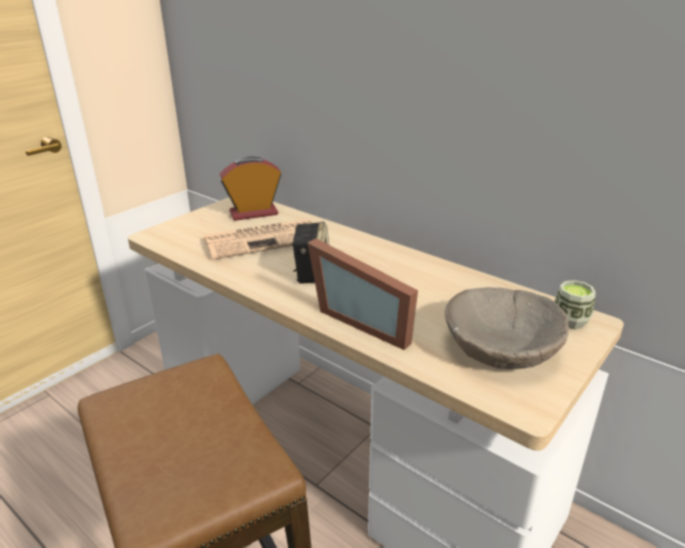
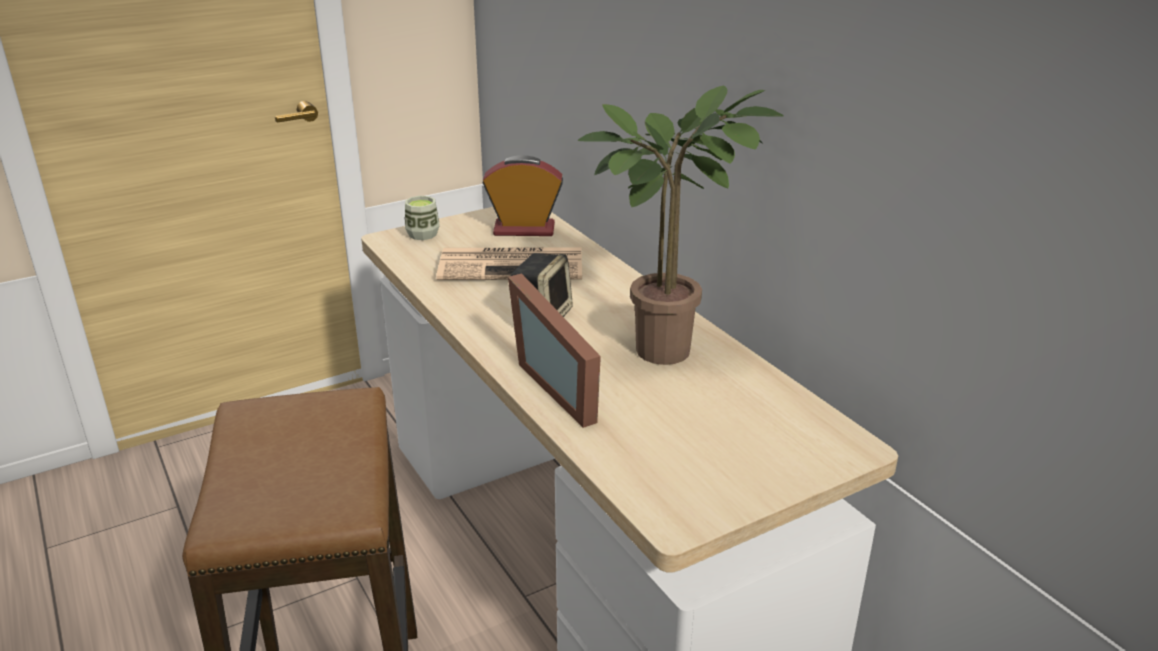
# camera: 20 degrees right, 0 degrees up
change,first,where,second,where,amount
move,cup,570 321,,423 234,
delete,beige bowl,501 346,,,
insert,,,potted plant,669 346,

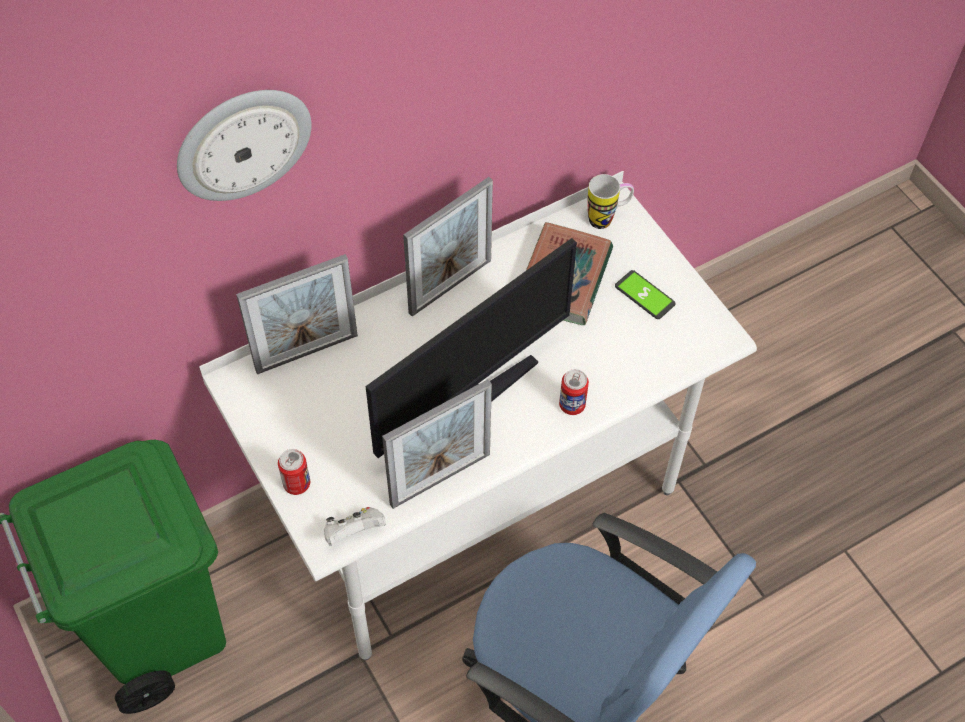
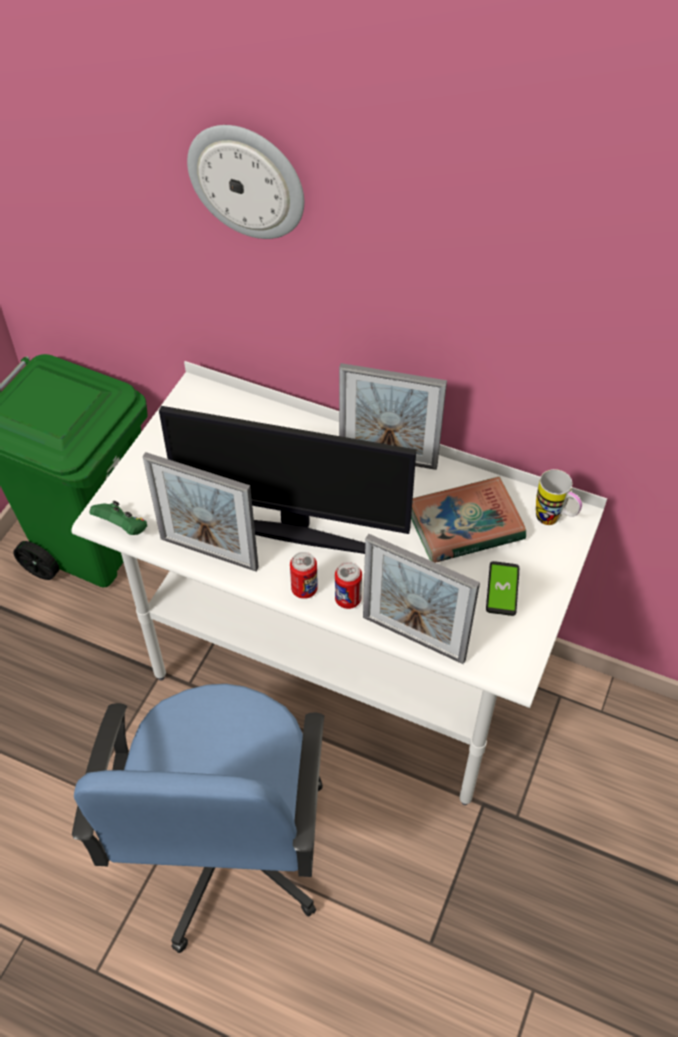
# camera: 55 degrees right, 5 degrees down
change,first,where,second,where,amount
move,picture frame,306 353,,413 638,
move,can,297 484,,304 589,
recolor,white game controller,354 532,green game controller,123 528,

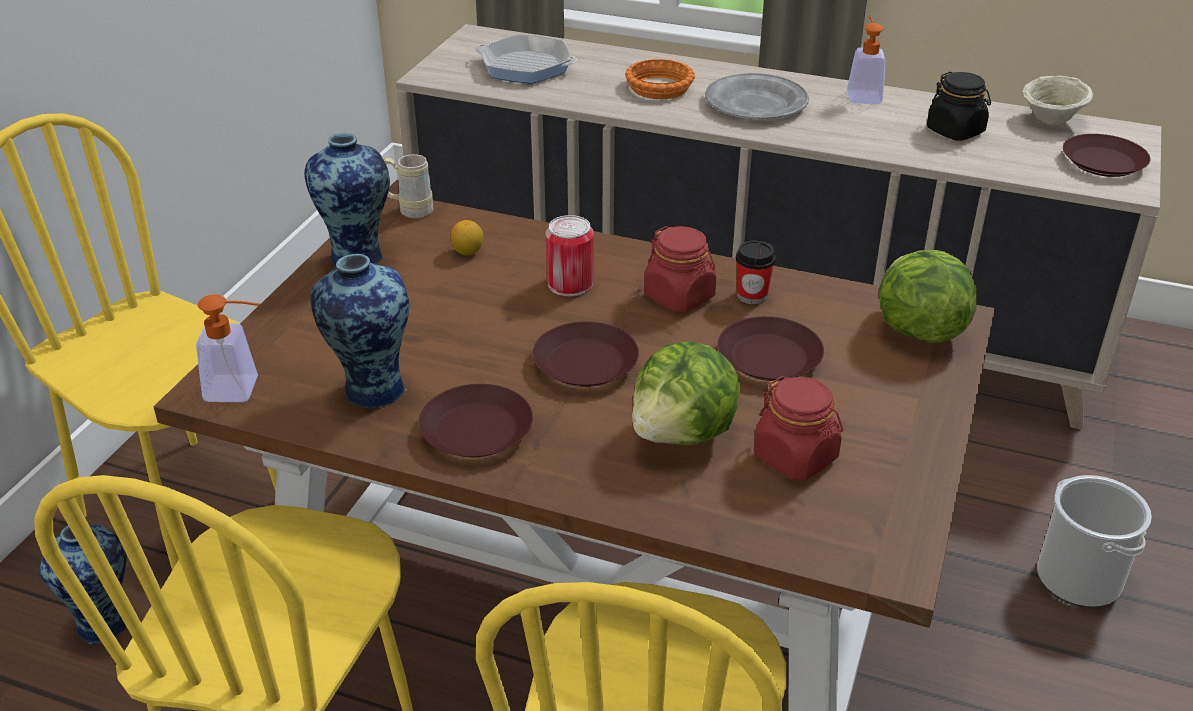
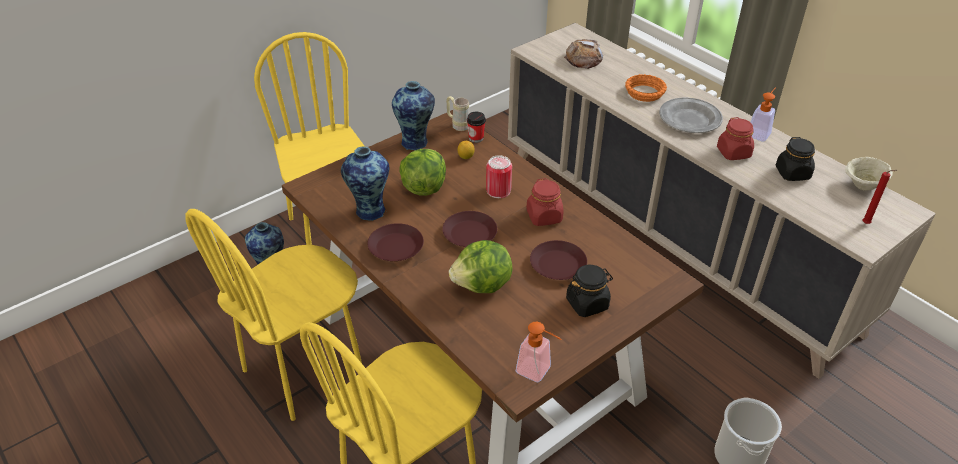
# camera: 30 degrees right, 5 degrees up
change,first,where,second,where,amount
replace,frying pan,526 67,bread,584 59,
replace,brown plate,1104 163,red candle,867 224,
move,cup,752 296,,476 138,
move,lettuce,917 330,,424 187,
move,soap dispenser,242 389,,538 372,
move,red jar,796 457,,733 153,
insert,,,black jar,587 303,

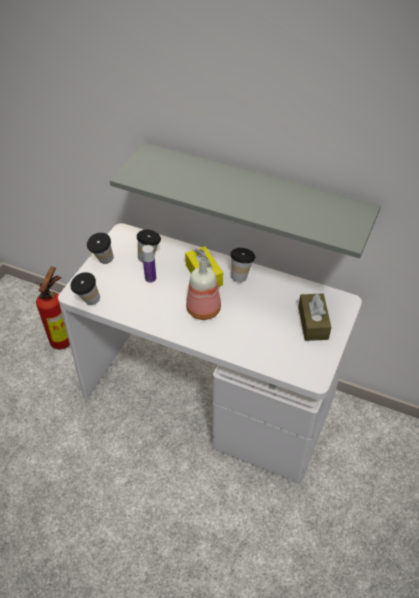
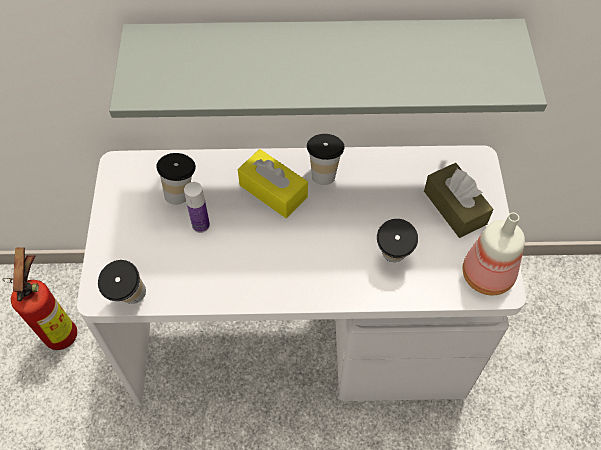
# camera: 25 degrees left, 10 degrees up
change,first,where,second,where,amount
move,cup,102 262,,392 259,
move,bottle,204 310,,488 274,

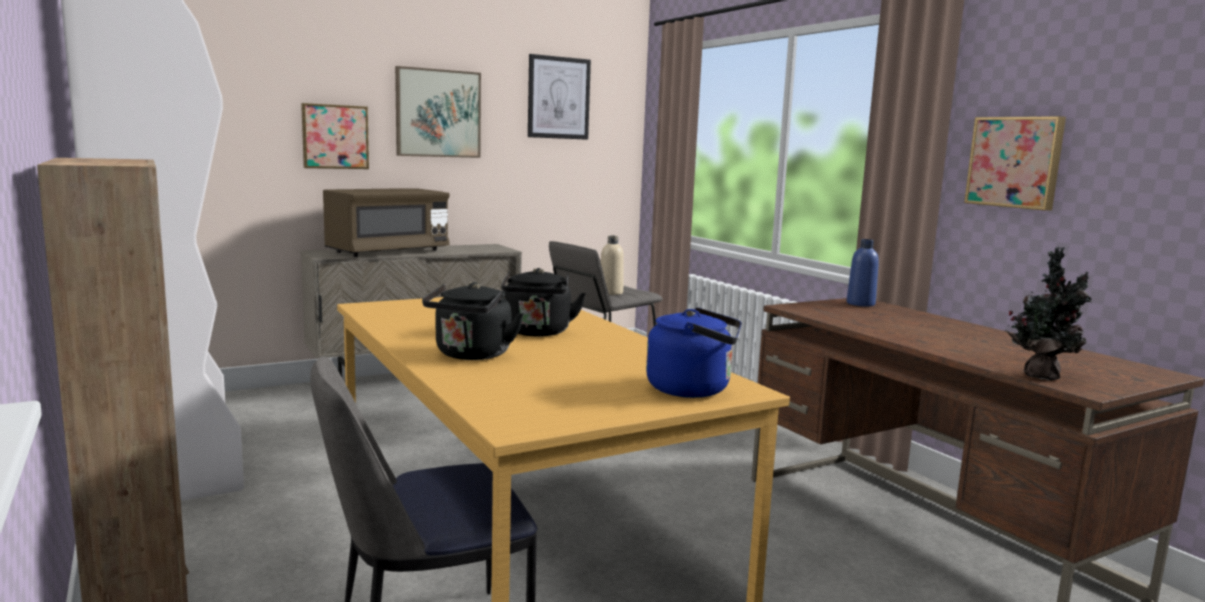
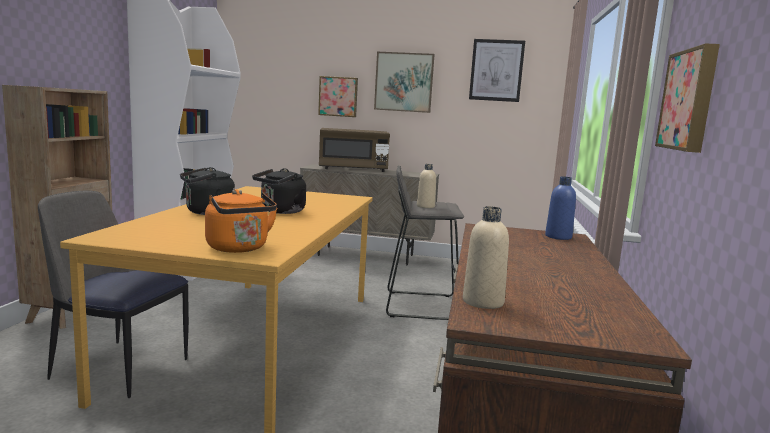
# camera: 40 degrees right, 0 degrees up
change,first,where,second,where,amount
replace,potted plant,1041 376,beige bottle,483 302,
recolor,blue kettle,693 389,orange kettle,239 248,

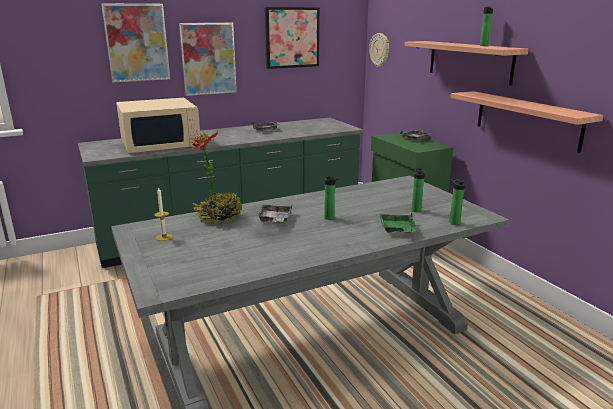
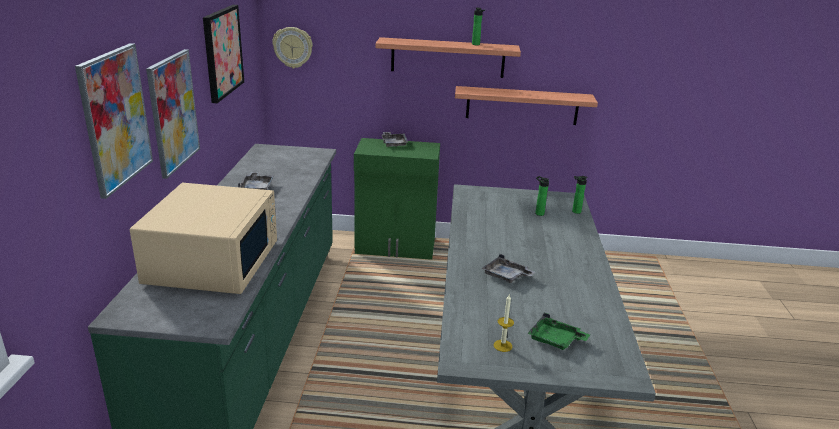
# camera: 60 degrees left, 5 degrees up
change,first,where,second,where,amount
delete,potted plant,219 217,,,
delete,bottle,330 218,,,
move,green tray,397 229,,555 340,

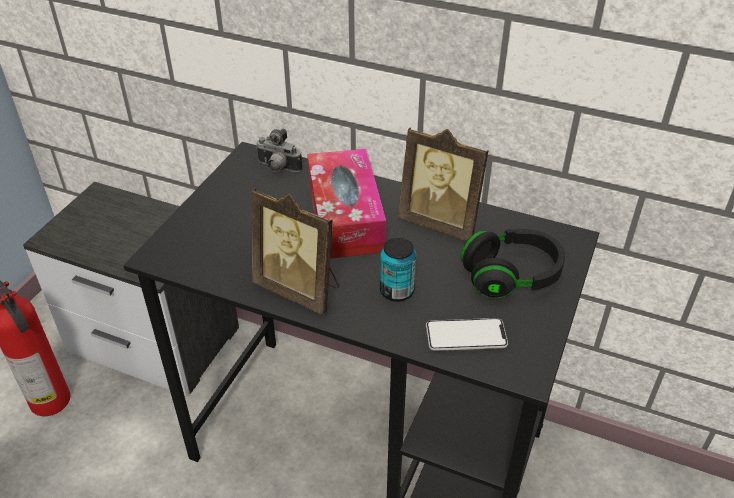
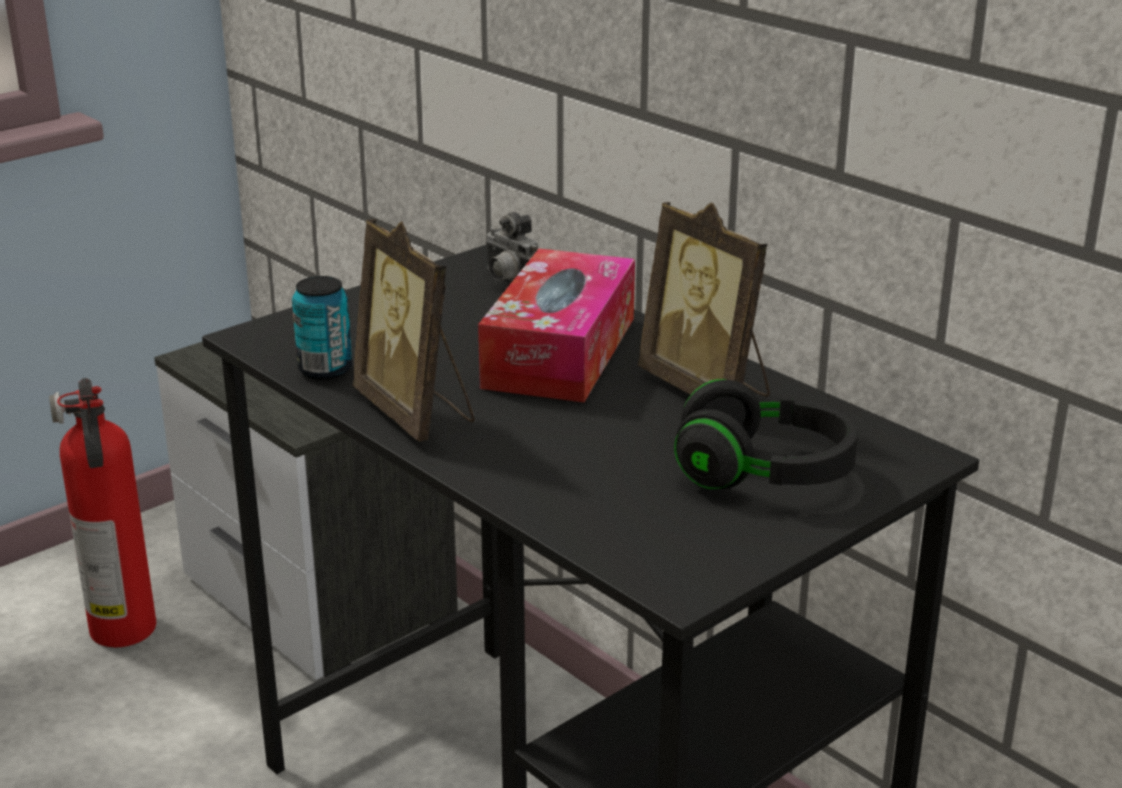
# camera: 25 degrees right, 15 degrees down
change,first,where,second,where,amount
move,can,396 291,,325 370,
delete,phone,466 336,,,

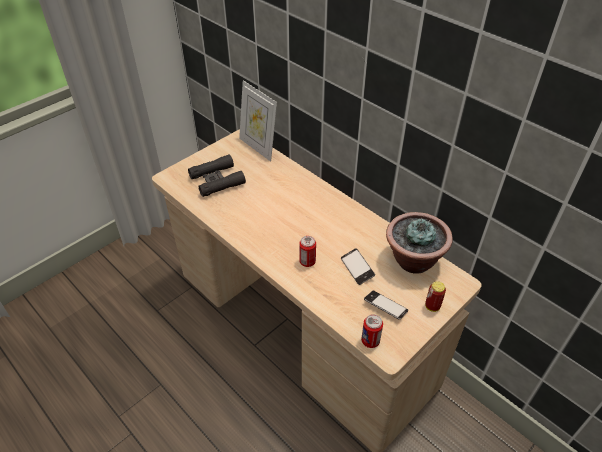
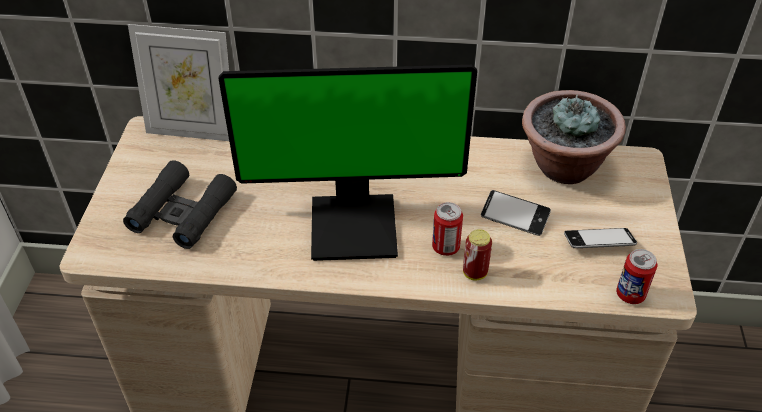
# camera: 40 degrees left, 0 degrees up
change,first,where,second,where,amount
move,can,432 306,,475 273,
insert,,,monitor,355 224,

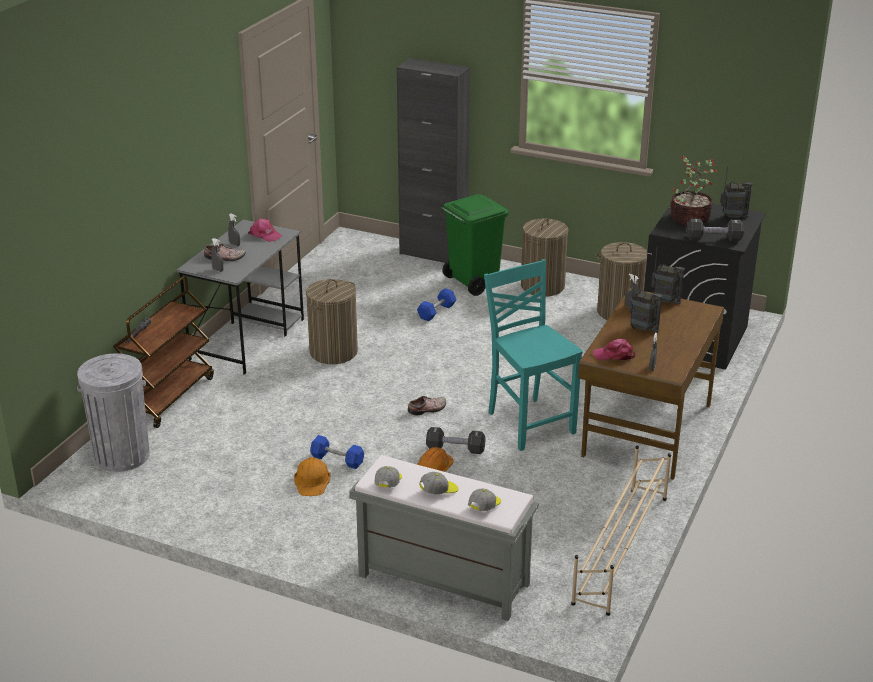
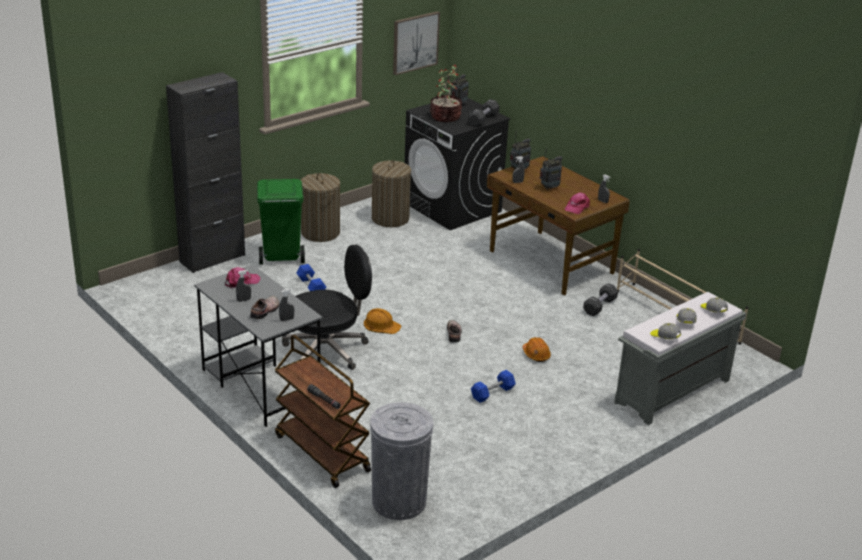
# camera: 65 degrees left, 0 degrees up
change,first,where,second,where,amount
delete,turquoise chair,529 422,,,
replace,laundry basket,333 352,black office chair,327 350,
move,black dumbbell,455 449,,599 306,
move,orange hard hat,312 481,,381 325,
insert,,,picture,415 42,

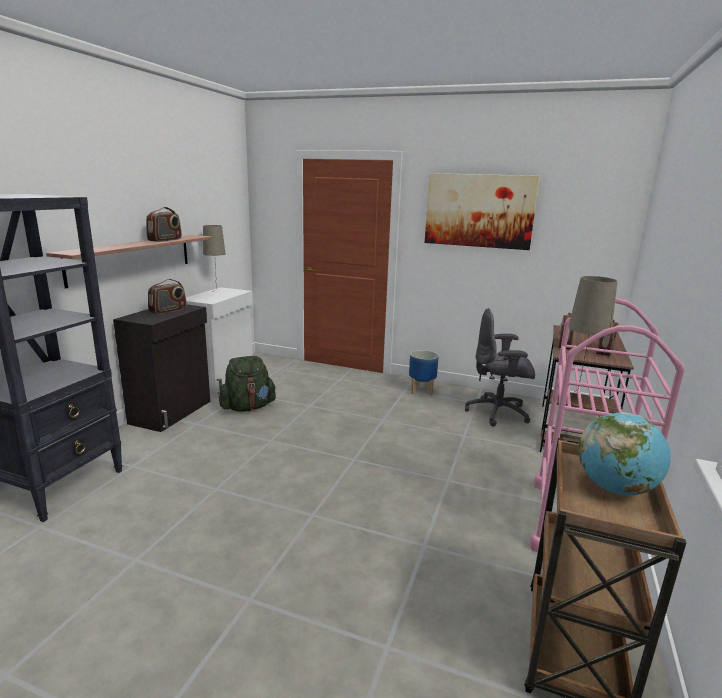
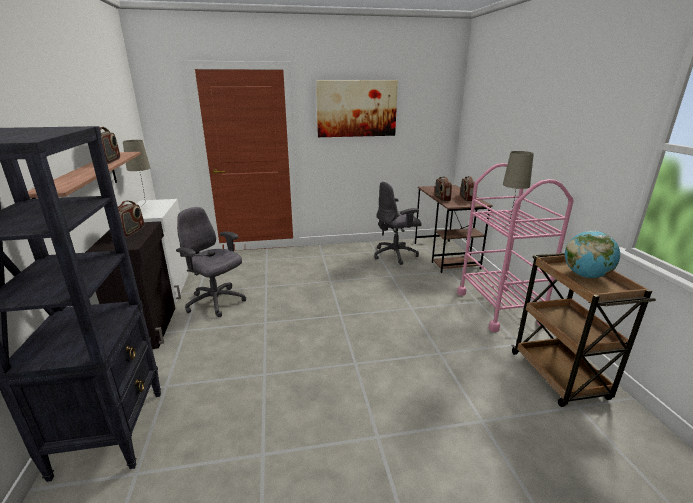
# camera: 30 degrees left, 5 degrees up
change,first,where,second,where,amount
delete,planter,422 391,,,
replace,green backpack,248 407,grey office chair,216 303,

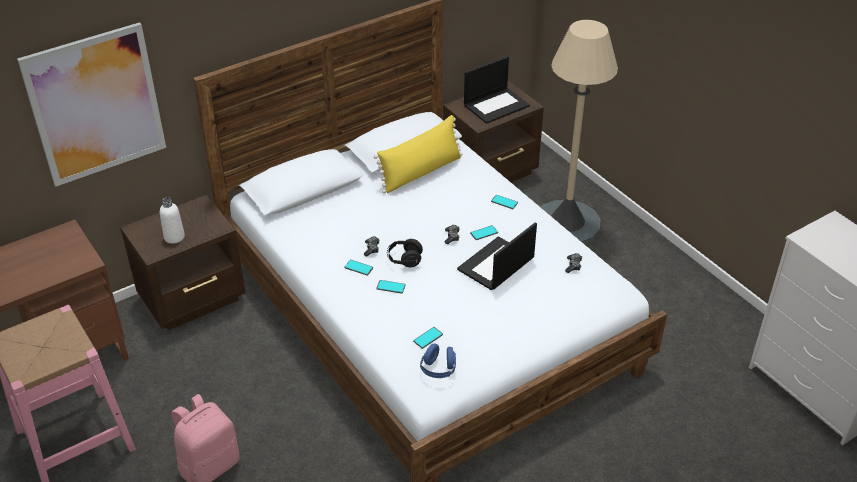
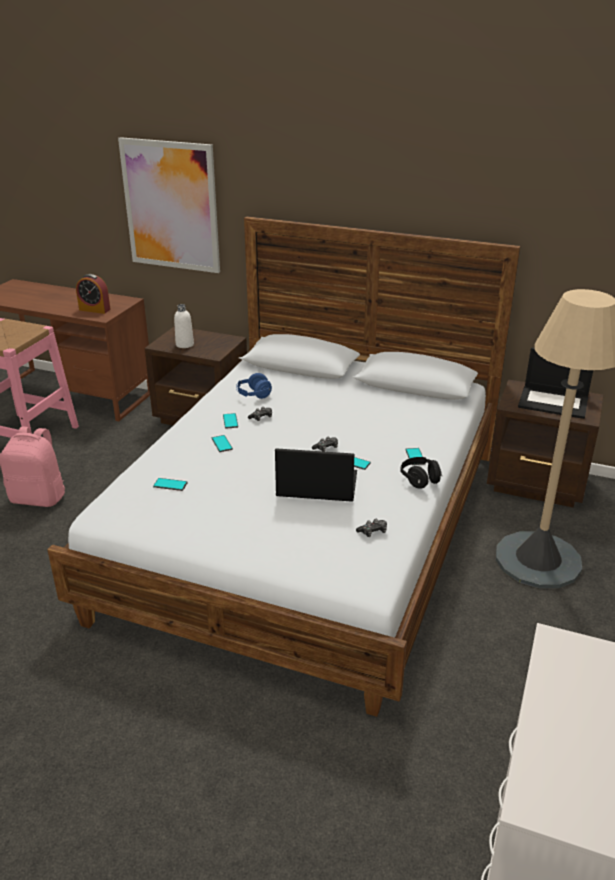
# camera: 55 degrees right, 10 degrees down
change,first,where,second,where,amount
delete,yellow pillow,421 172,,,
move,black headphones,404 260,,419 480,
move,blue headphones,438 369,,253 395,
insert,,,alarm clock,94 309,

